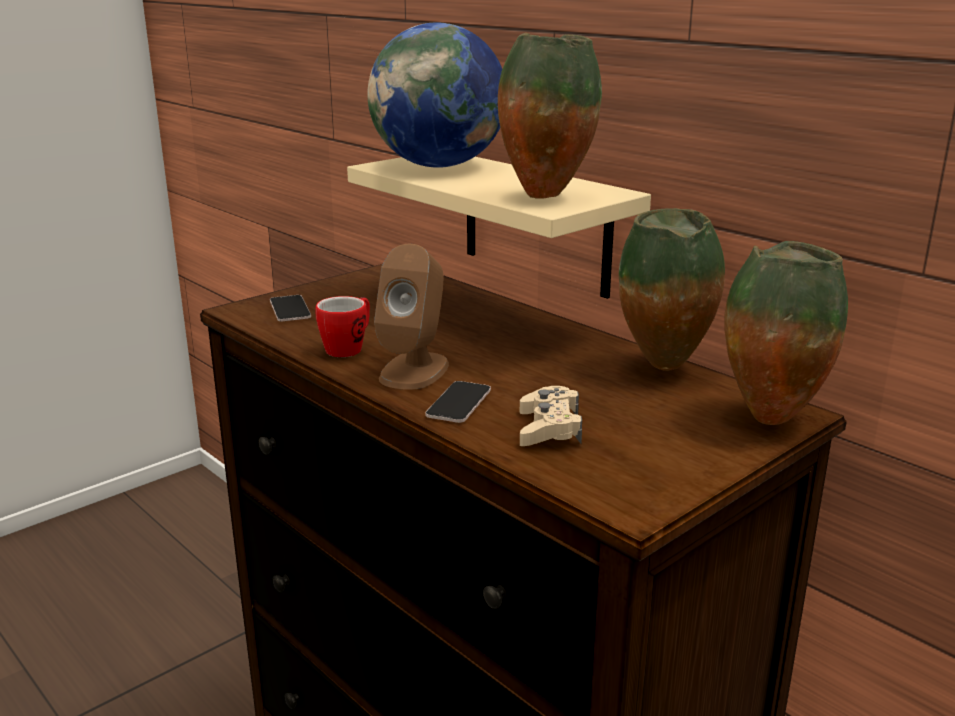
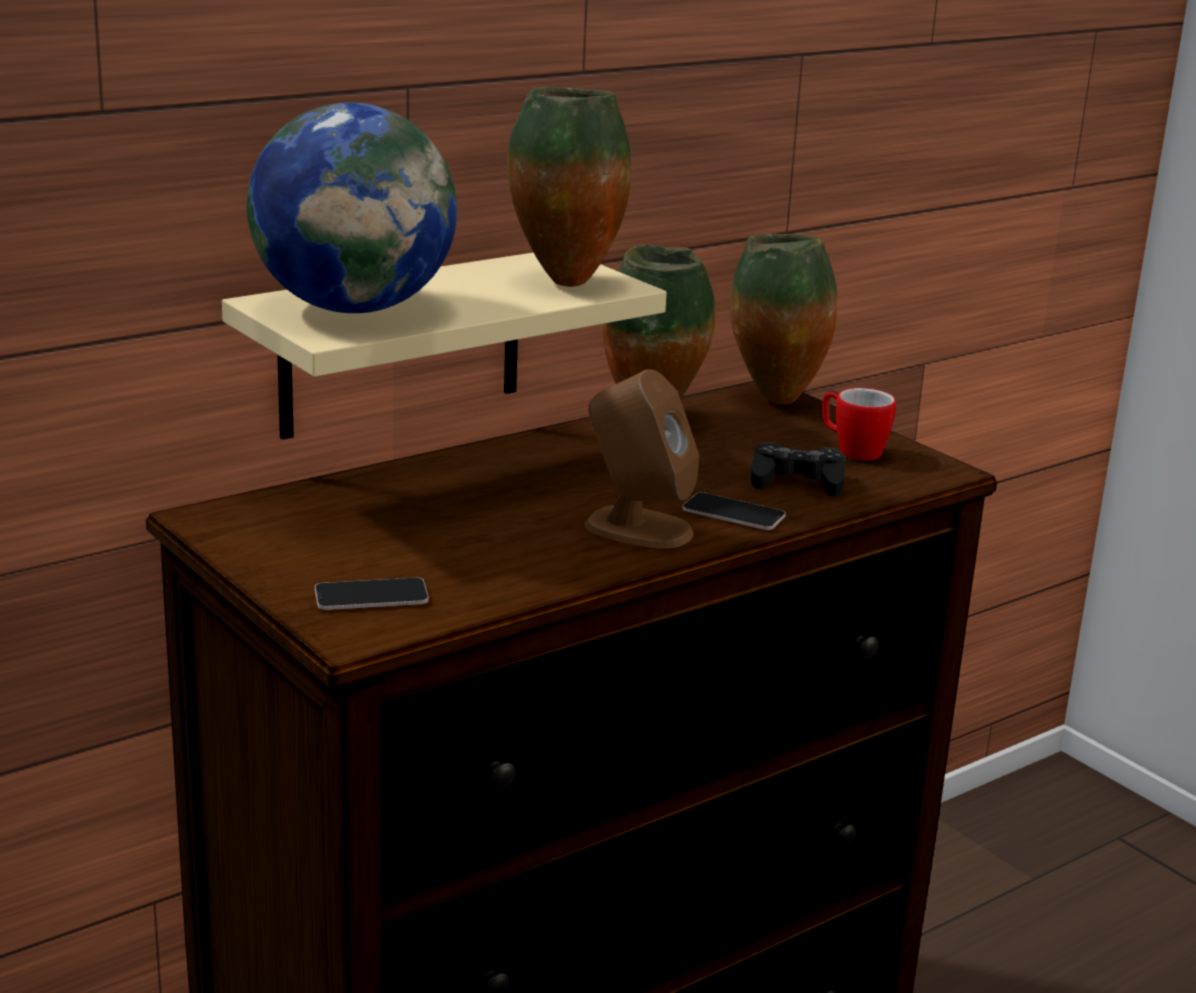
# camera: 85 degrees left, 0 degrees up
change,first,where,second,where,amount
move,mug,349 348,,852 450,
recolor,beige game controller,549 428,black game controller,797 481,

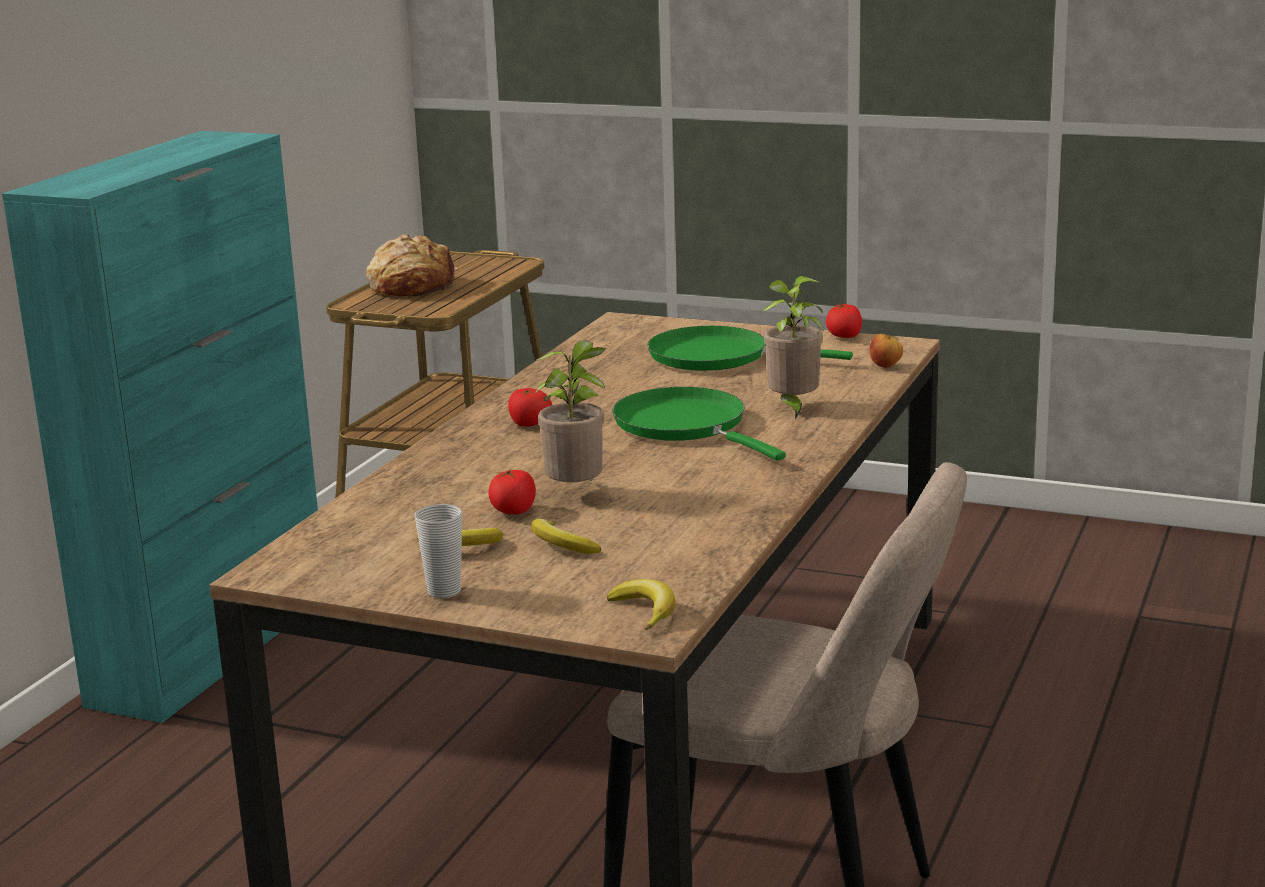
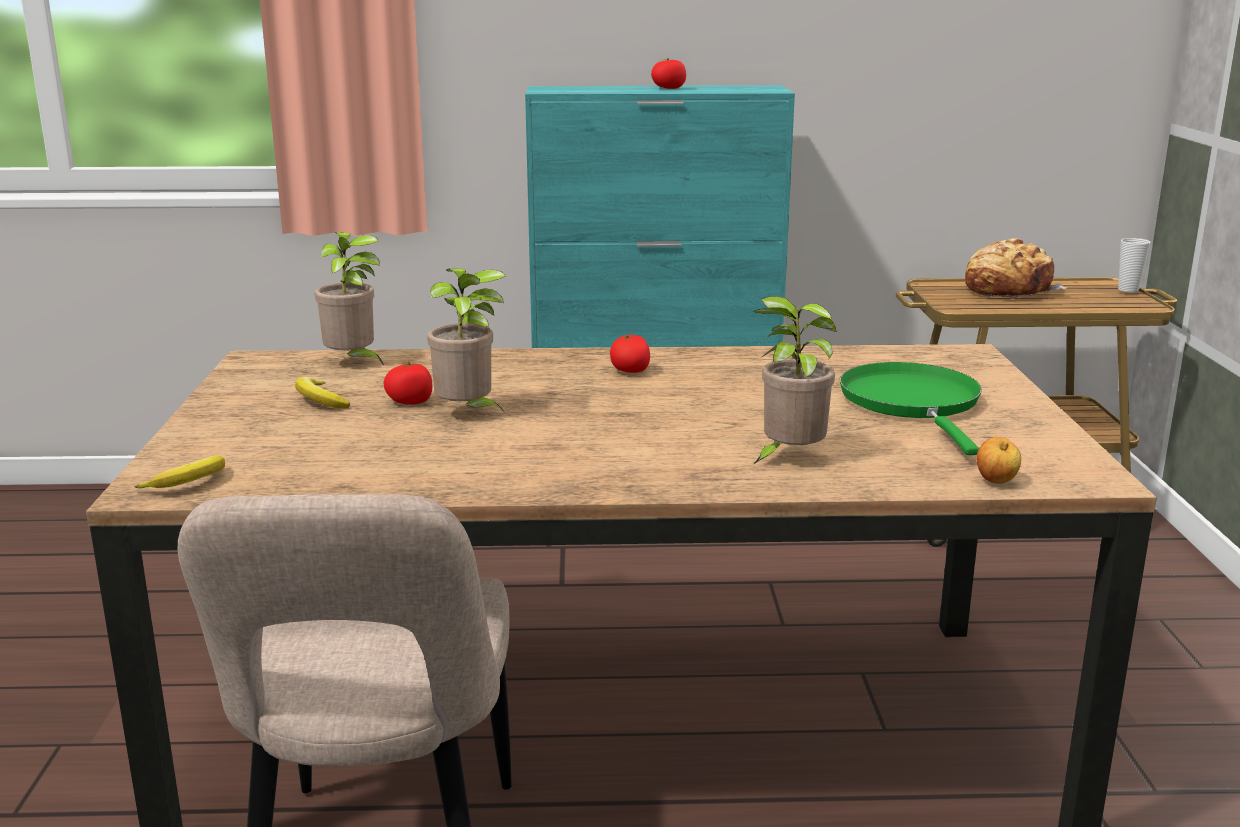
# camera: 65 degrees right, 0 degrees up
change,first,where,second,where,amount
move,tomato,844 337,,668 88,
delete,green frying pan,686 426,,,
move,cup,444 591,,1128 290,
delete,banana,561 545,,,
insert,,,potted plant,353 363,

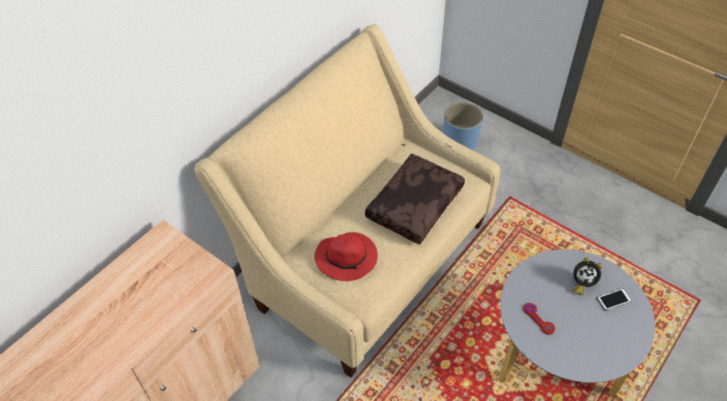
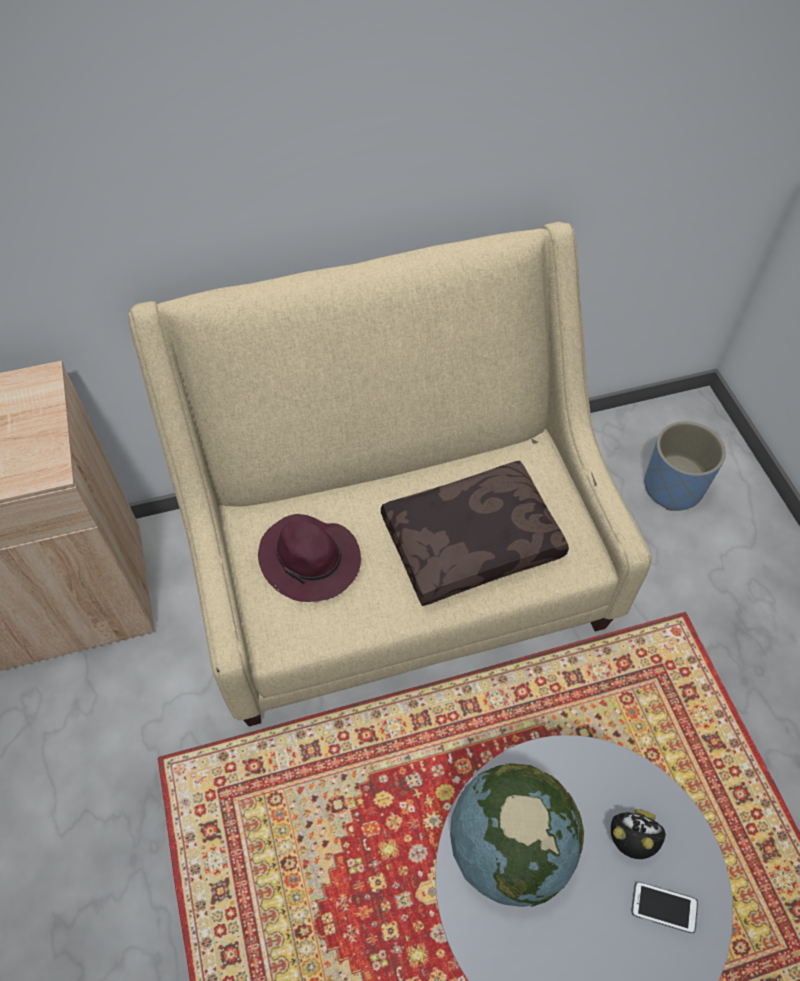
# camera: 35 degrees right, 5 degrees up
change,first,where,second,where,amount
recolor,red hat,347 258,purple hat,311 561,
rotate,alarm clock,582 283,,632 839,150 degrees clockwise
replace,red game controller,538 319,globe,508 847,

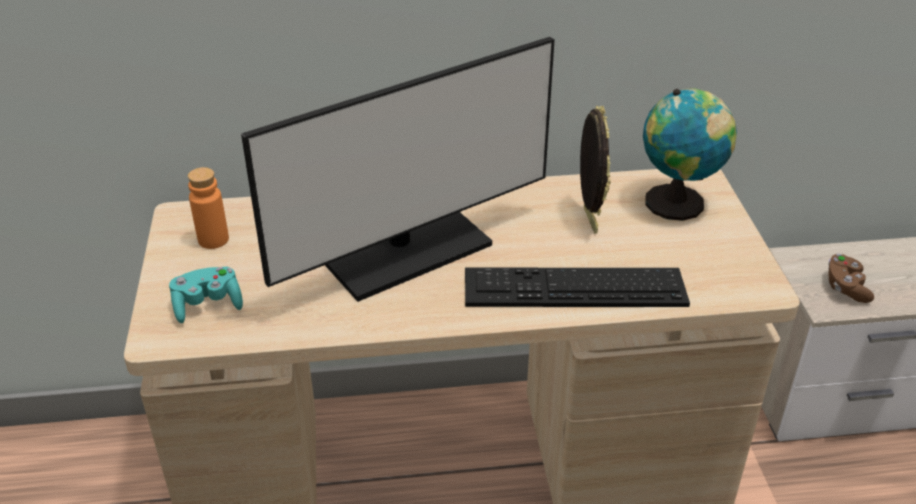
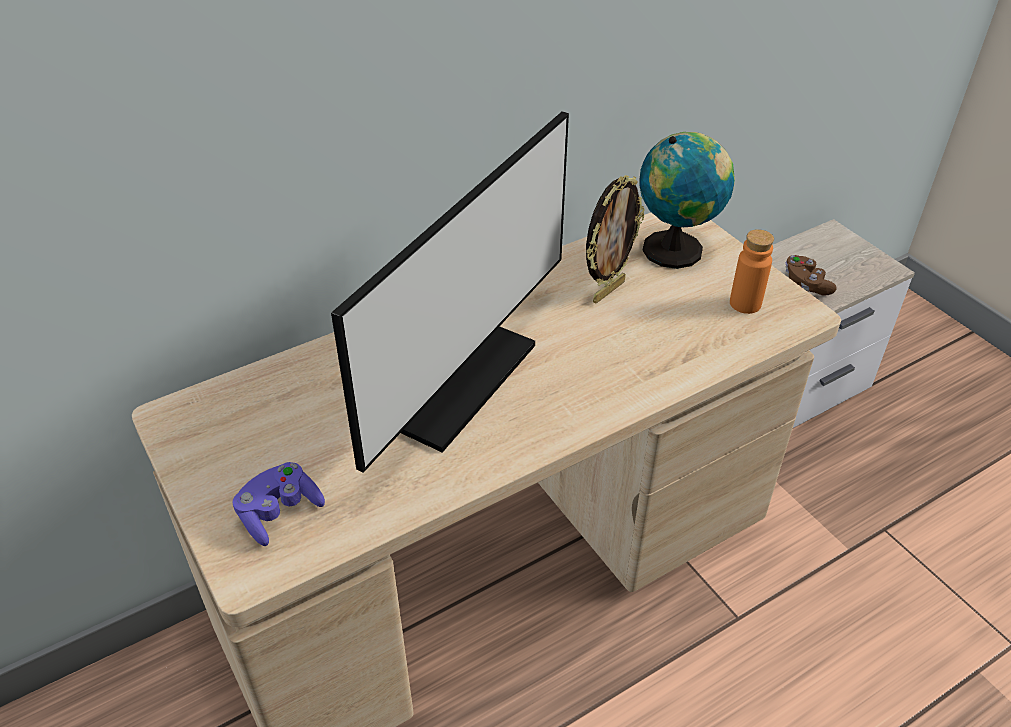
# camera: 25 degrees left, 5 degrees up
change,first,where,second,where,amount
rotate,picture frame,588 220,,607 291,75 degrees clockwise
move,orange bottle,213 239,,745 303,
recolor,turquoise game controller,208 305,purple game controller,279 513,
delete,keyboard,574 287,,,

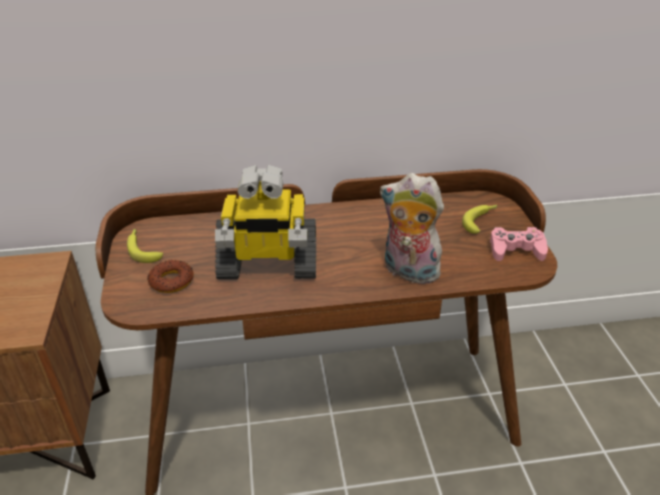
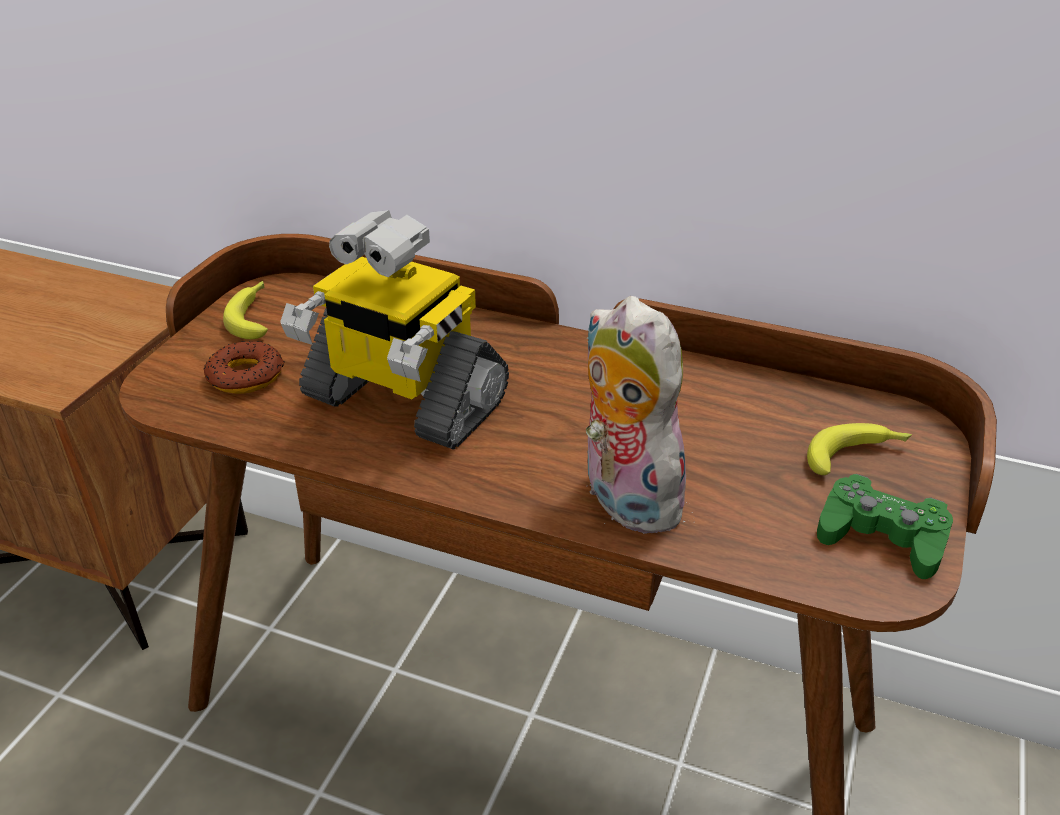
# camera: 30 degrees right, 0 degrees up
change,first,where,second,where,amount
recolor,pink game controller,516 250,green game controller,881 536,

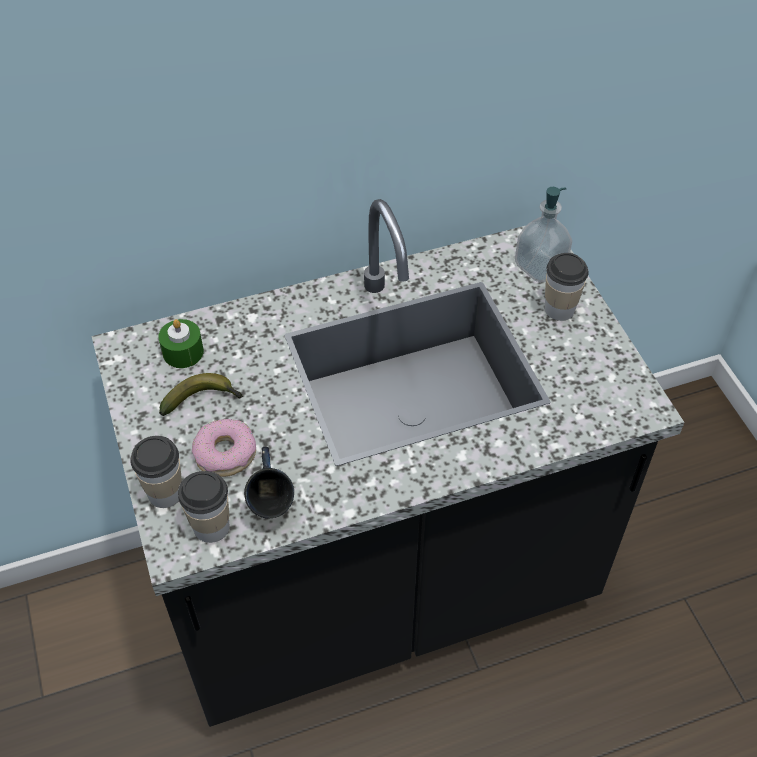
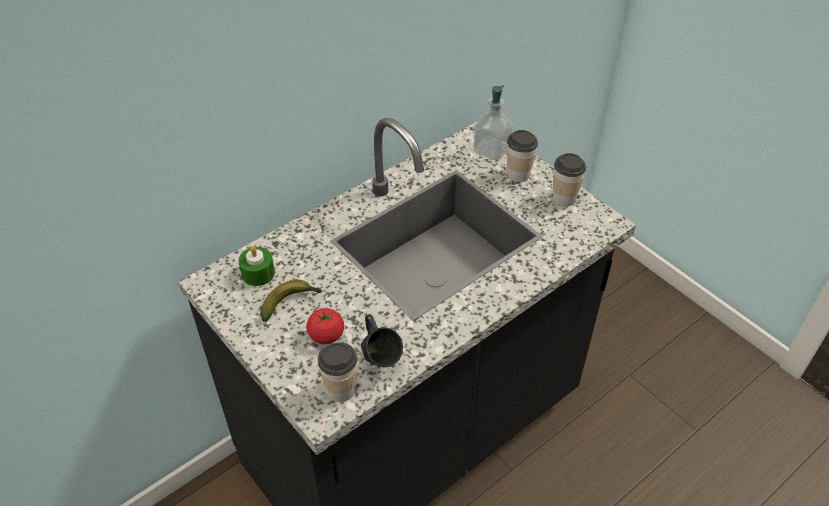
# camera: 20 degrees left, 5 degrees down
change,first,where,second,where,amount
replace,donut,225 453,tomato,326 335,
move,cup,165 493,,564 198,

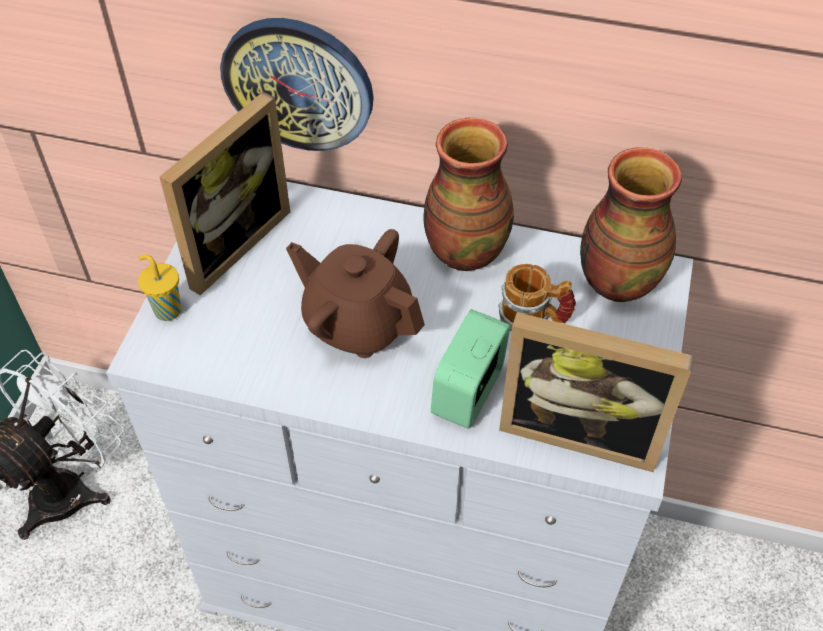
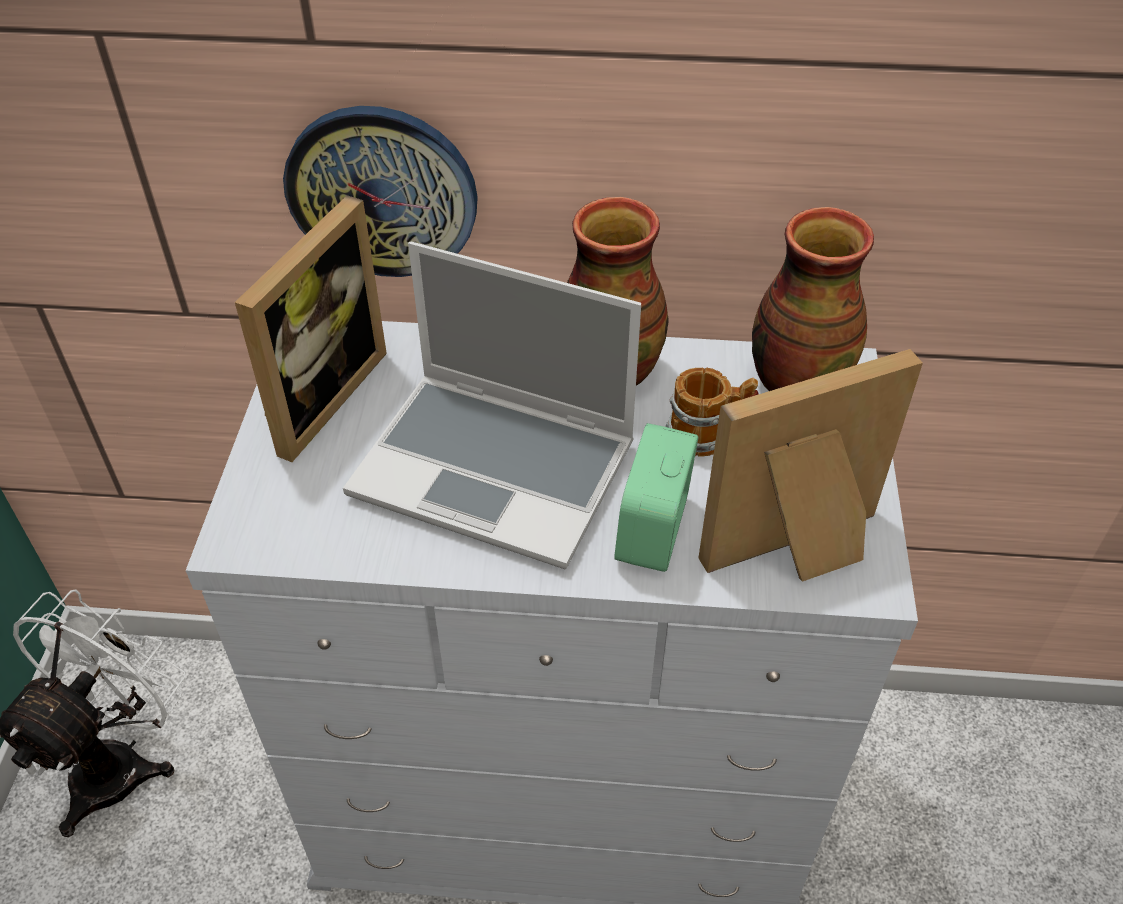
# camera: 10 degrees left, 5 degrees down
change,first,where,second,where,amount
replace,brown teapot,358 323,laptop,498 469,
delete,yellow cup,166 310,,,
rotate,picture frame,580 429,,799 553,150 degrees clockwise

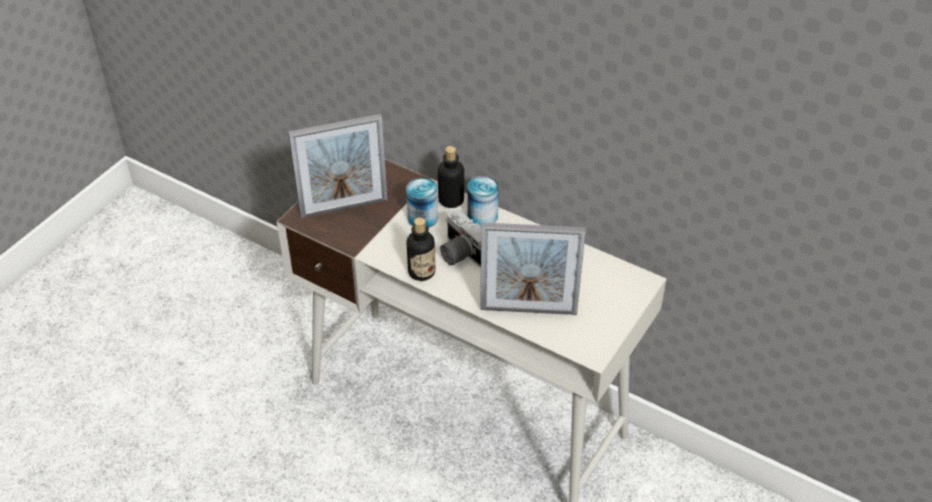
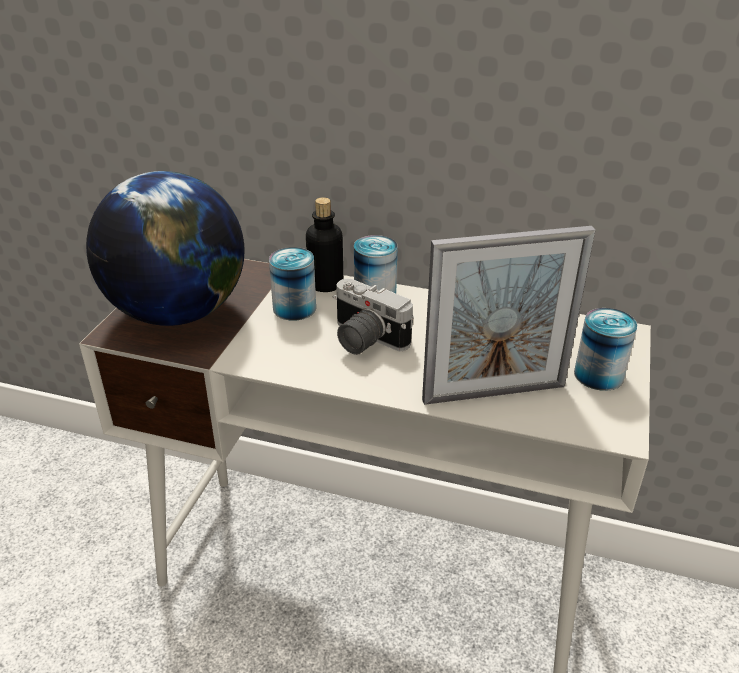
# camera: 15 degrees left, 10 degrees down
change,first,where,second,where,amount
replace,picture frame,344 207,globe,178 312,
delete,bottle,421 272,,,
insert,,,can,598 375,

